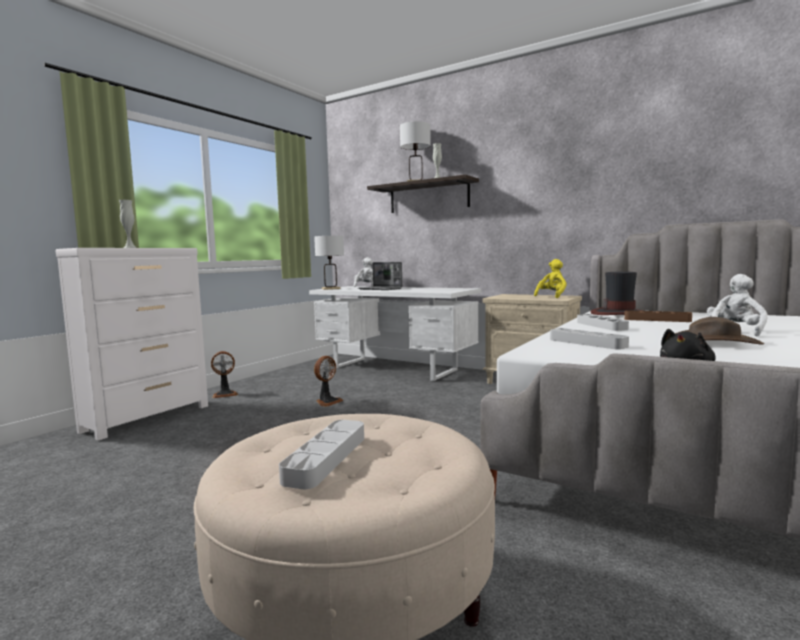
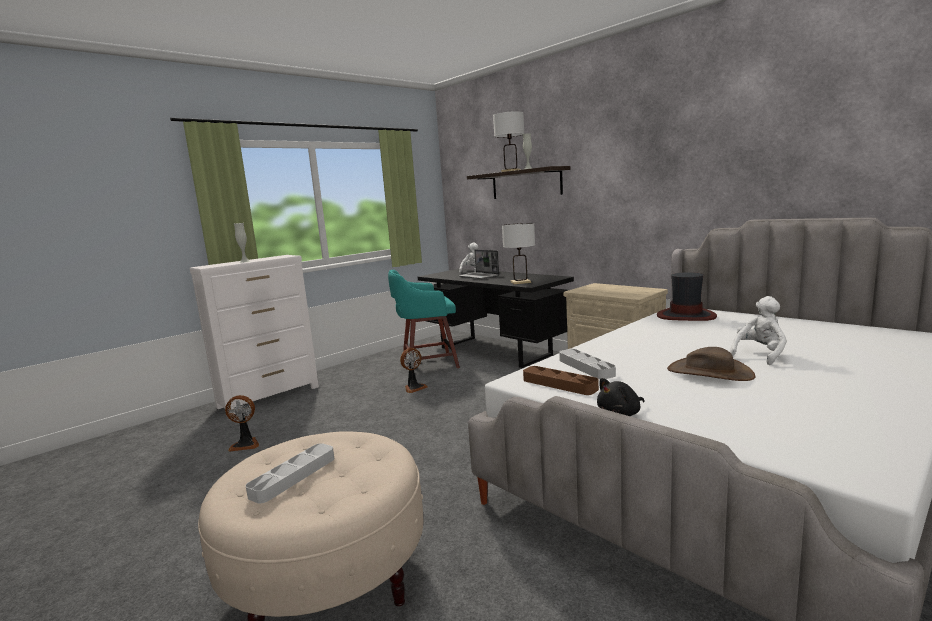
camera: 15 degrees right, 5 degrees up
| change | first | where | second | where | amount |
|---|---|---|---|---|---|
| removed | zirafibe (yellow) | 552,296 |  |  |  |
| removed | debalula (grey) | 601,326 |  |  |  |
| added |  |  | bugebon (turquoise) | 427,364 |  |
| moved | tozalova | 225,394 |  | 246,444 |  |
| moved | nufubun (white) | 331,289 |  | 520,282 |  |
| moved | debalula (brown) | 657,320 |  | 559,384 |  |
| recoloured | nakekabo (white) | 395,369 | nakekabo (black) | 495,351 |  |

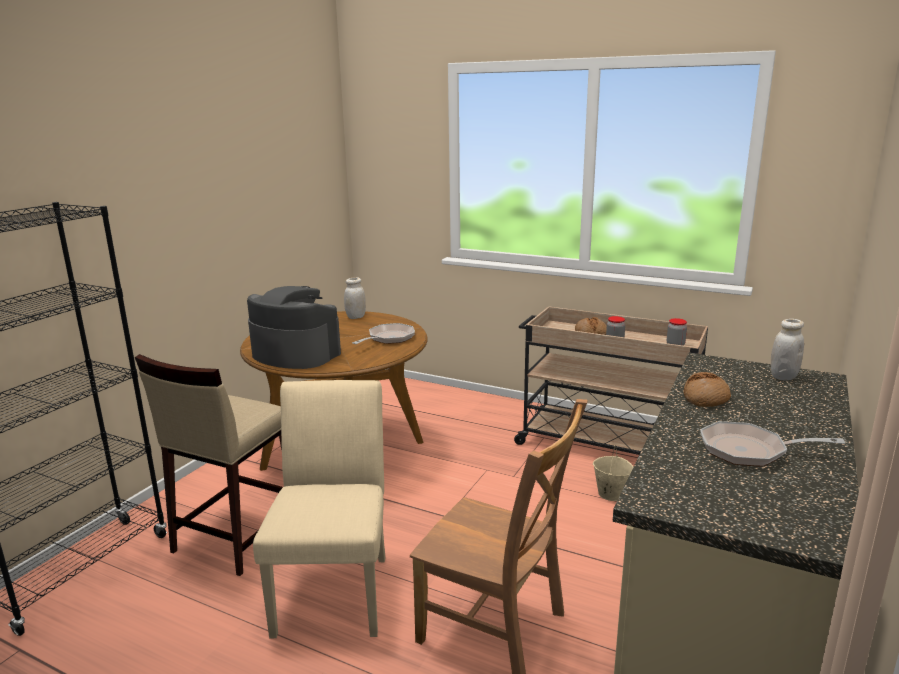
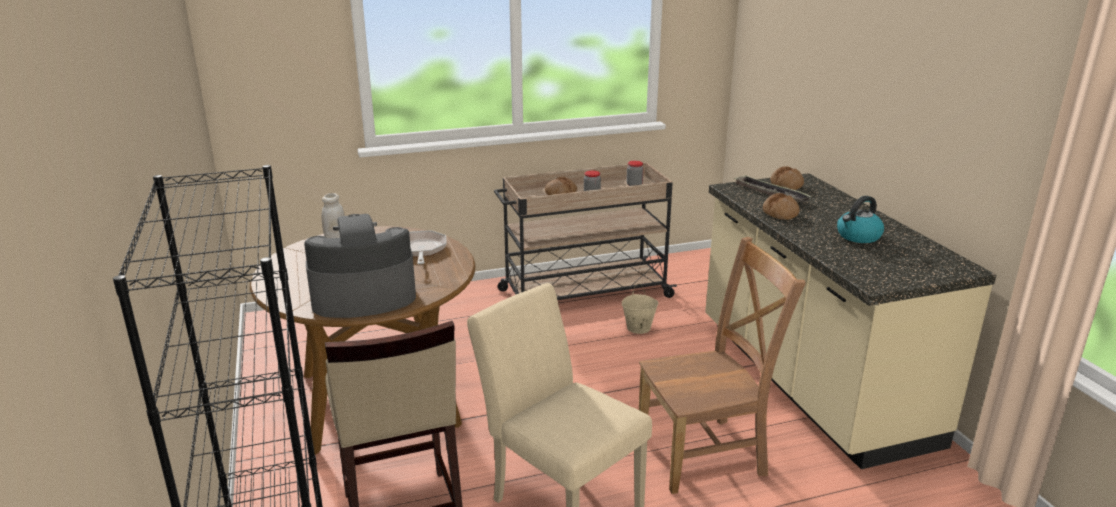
camera: 45 degrees left, 5 degrees up
| change | first | where | second | where | amount |
|---|---|---|---|---|---|
| added |  |  | debalula | 770,193 |  |
| replaced | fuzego | 750,451 | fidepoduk | 858,236 |  |
| replaced | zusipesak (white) | 783,377 | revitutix | 786,185 |  |

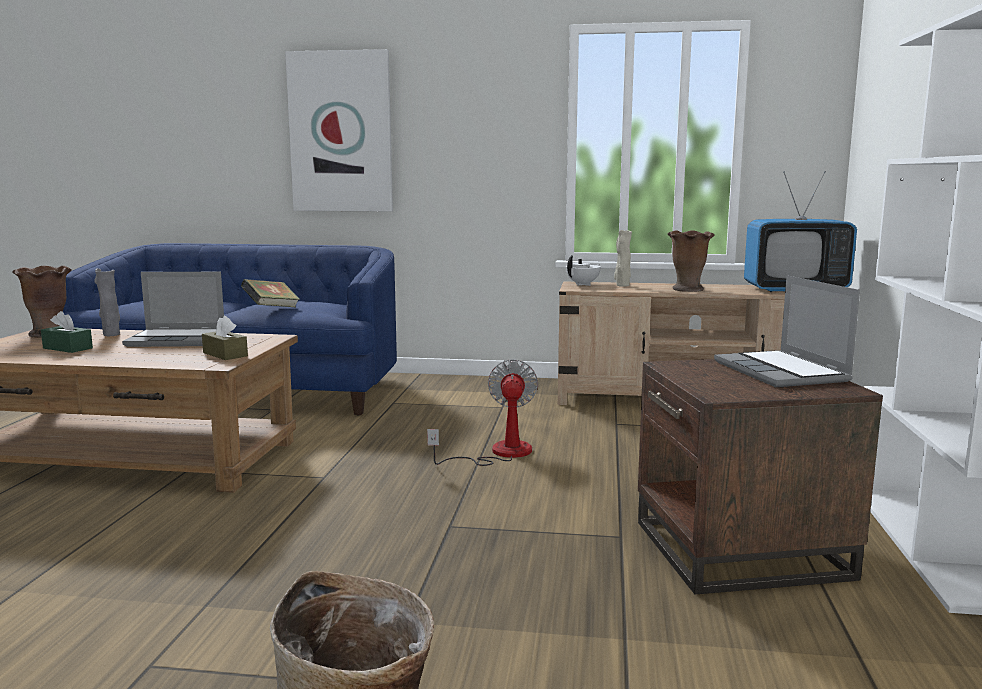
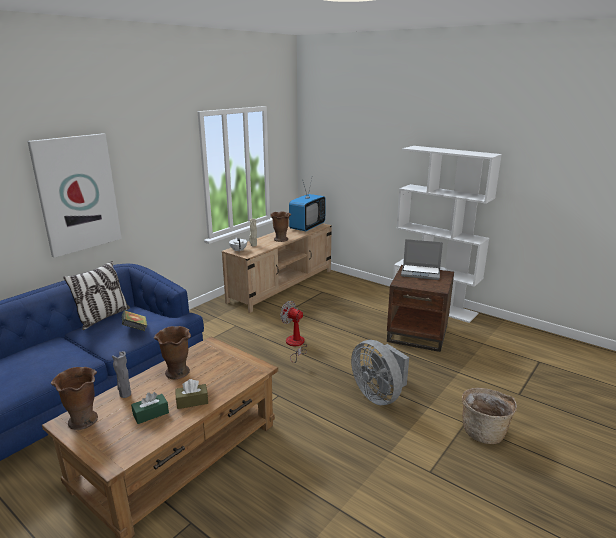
camera: 60 degrees left, 10 degrees up
| change | first | where | second | where | amount |
|---|---|---|---|---|---|
| added |  |  | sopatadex | 103,317 |  |
| added |  |  | tozalova (grey) | 378,395 |  |
| moved | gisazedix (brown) | 225,354 |  | 192,401 |  |
| replaced | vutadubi | 178,340 | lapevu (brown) | 177,372 |  |

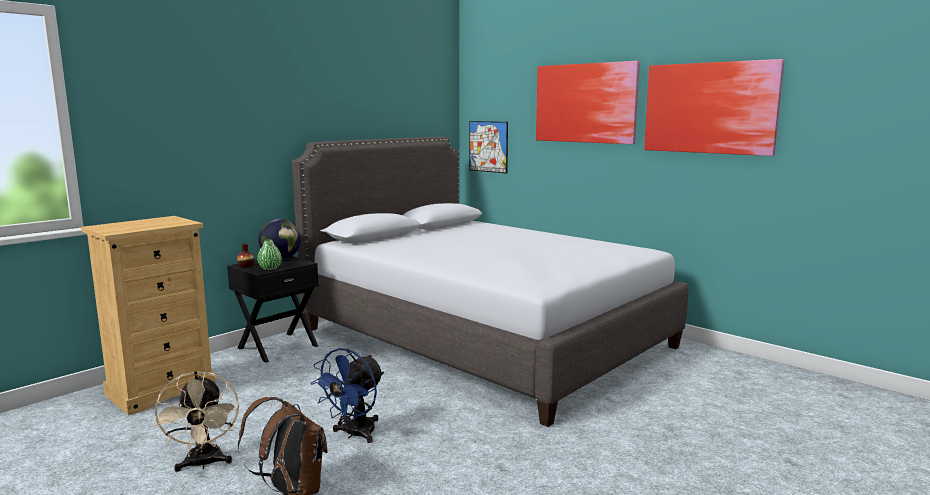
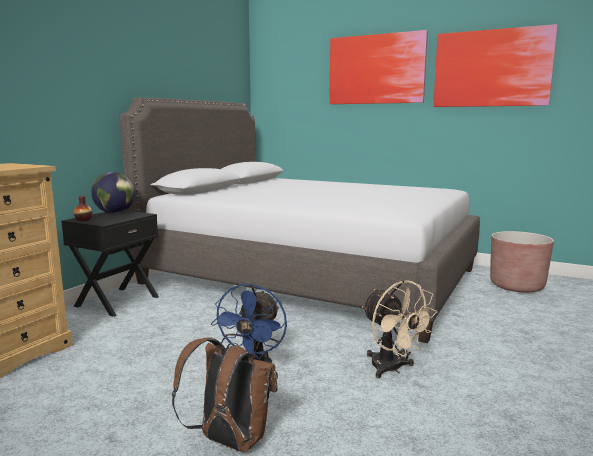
camera: 15 degrees left, 0 degrees up
| change | first | where | second | where | amount |
|---|---|---|---|---|---|
| removed | lapevu (green) | 270,268 |  |  |  |
| removed | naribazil | 488,146 |  |  |  |
| added |  |  | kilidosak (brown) | 517,286 |  |
| moved | tozalova (beige) | 204,464 |  | 392,369 |  |

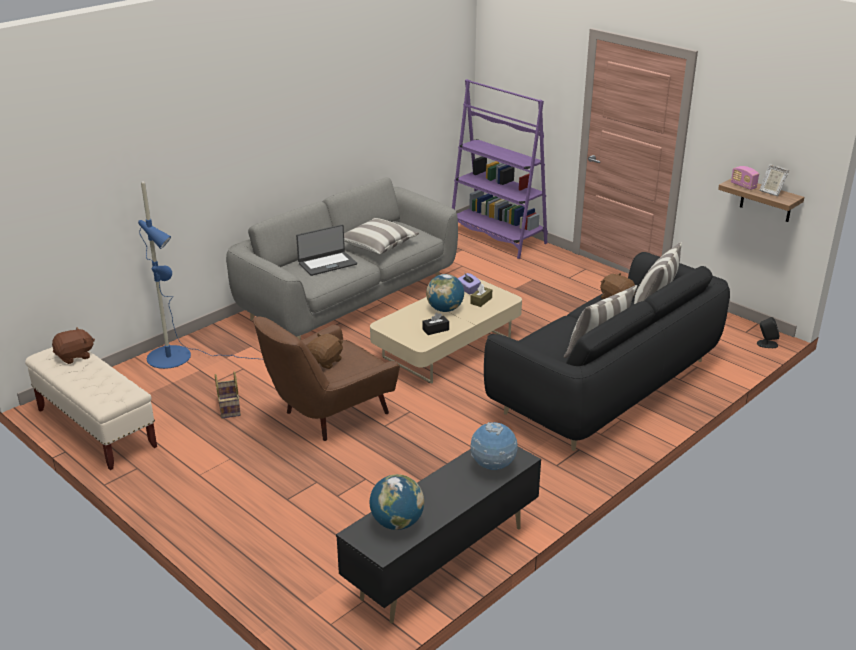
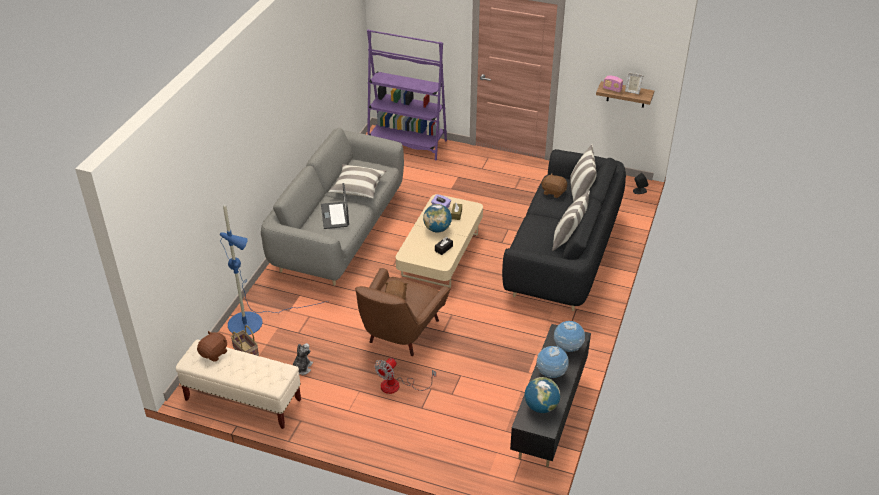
camera: 25 degrees left, 10 degrees up
| change | first | where | second | where | amount |
|---|---|---|---|---|---|
| added |  |  | zirafibe | 302,368 |  |
| added |  |  | tozalova | 397,386 |  |
| added |  |  | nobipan | 551,374 |  |
| moved | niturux | 228,407 |  | 245,351 |  |
| turned | vutadubi | 327,263 |  | 335,215 | 135 degrees clockwise |

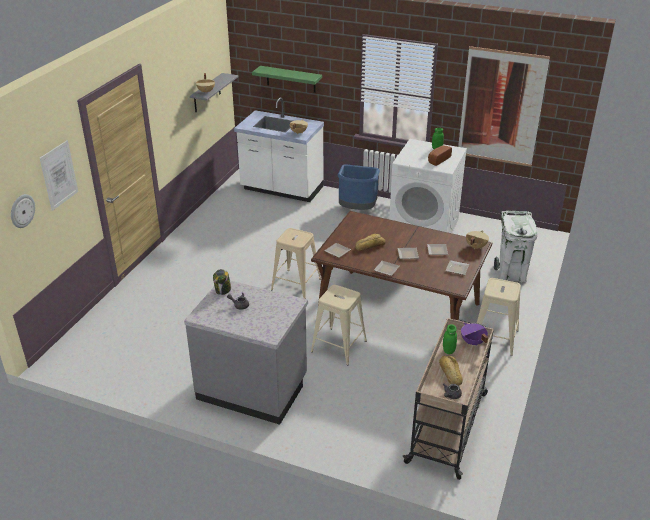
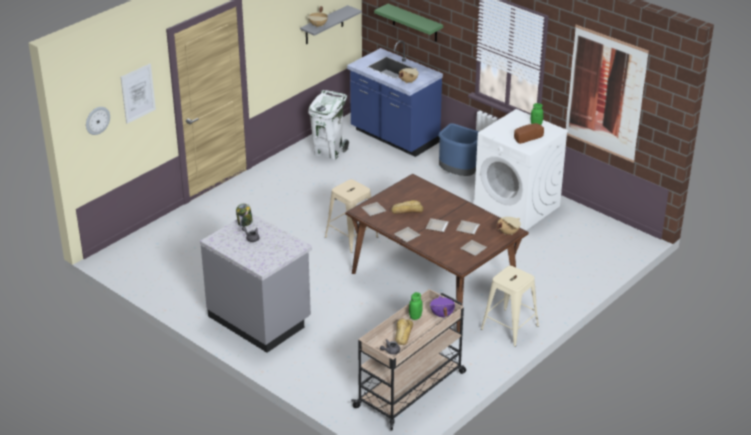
camera: 20 degrees right, 0 degrees up
| change | first | where | second | where | amount |
|---|---|---|---|---|---|
| removed | bugebon (beige) | 339,346 |  |  |  |
| moved | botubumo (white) | 511,274 |  | 329,151 |  |
| recoloured | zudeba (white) | 281,189 | zudeba (blue) | 394,137 |  |

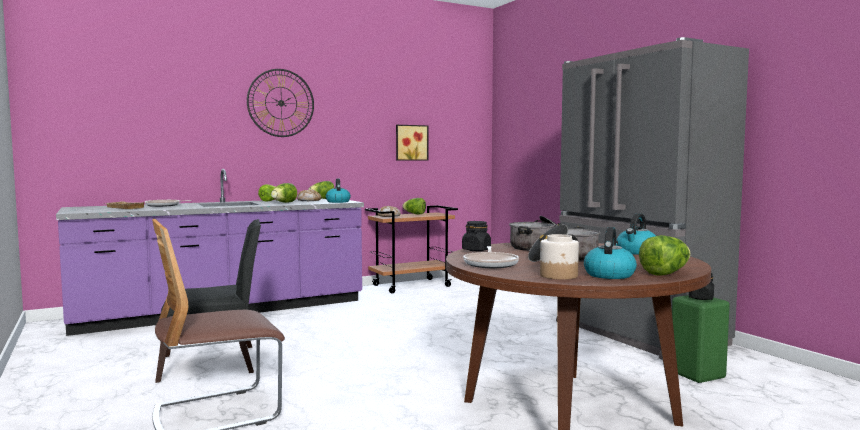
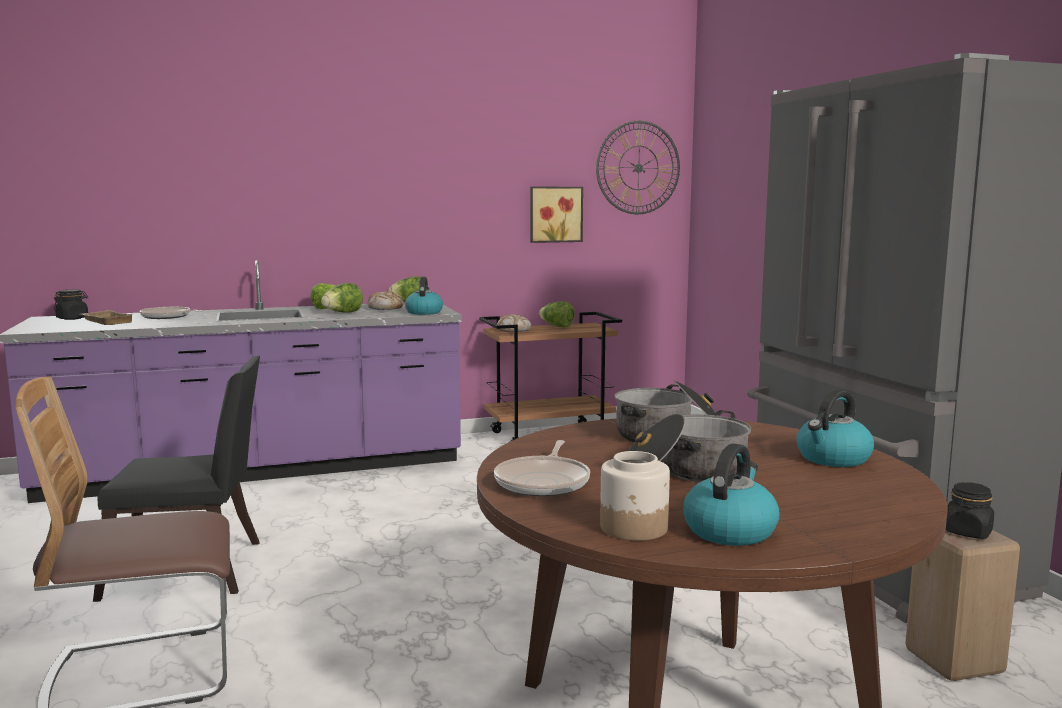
camera: 10 degrees right, 5 degrees up
| change | first | where | second | where | amount |
|---|---|---|---|---|---|
| removed | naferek | 665,273 |  |  |  |
| moved | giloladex | 281,103 |  | 638,168 |  |
| moved | zusipesak (black) | 476,250 |  | 72,318 |  |
| recoloured | bugebon (green) | 699,375 | bugebon (beige) | 957,662 |  |

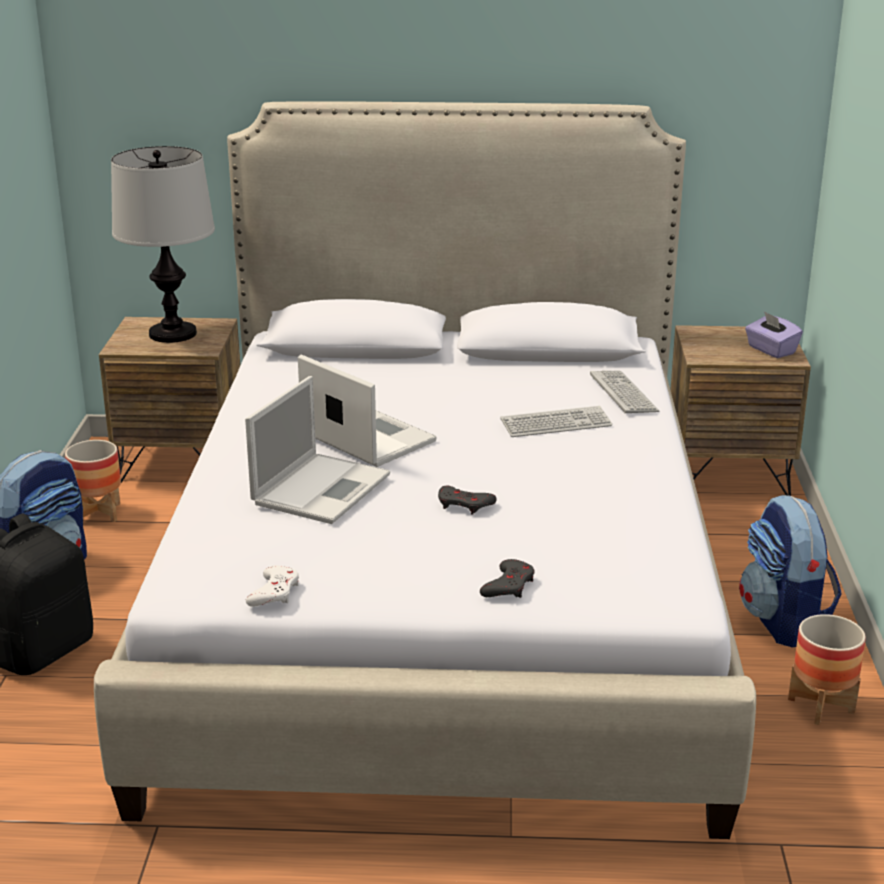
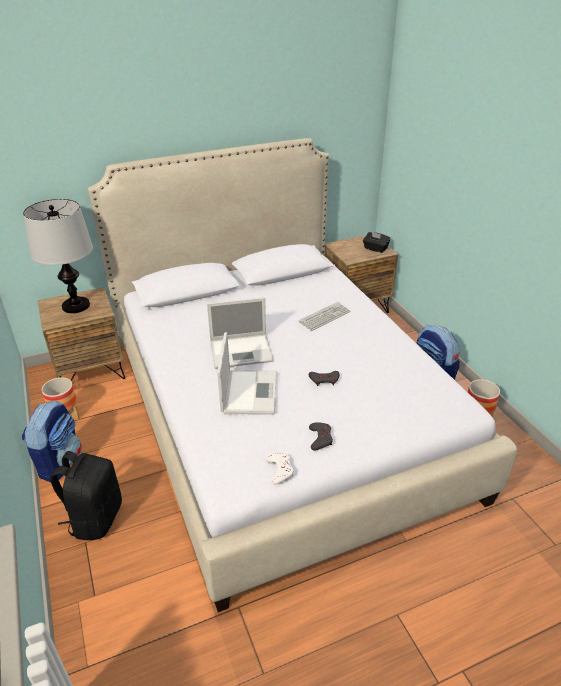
camera: 25 degrees left, 10 degrees up
| change | first | where | second | where | amount |
|---|---|---|---|---|---|
| removed | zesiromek | 623,393 |  |  |  |
| moved | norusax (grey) | 509,585 |  | 320,438 |  |
| recoloured | gisazedix (purple) | 771,350 | gisazedix (black) | 375,249 |  |
| turned | vutadubi | 366,437 |  | 242,351 | 150 degrees clockwise |

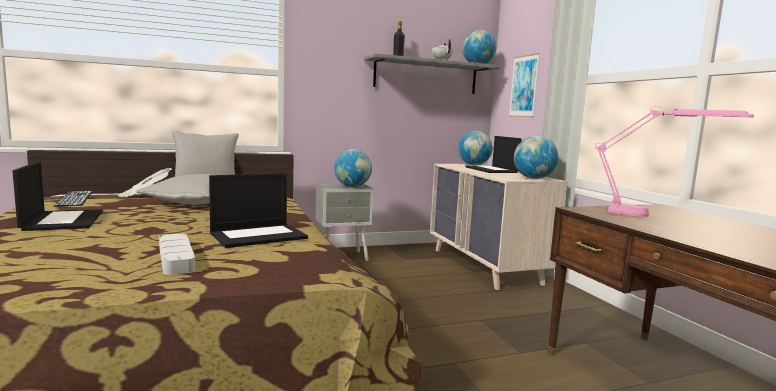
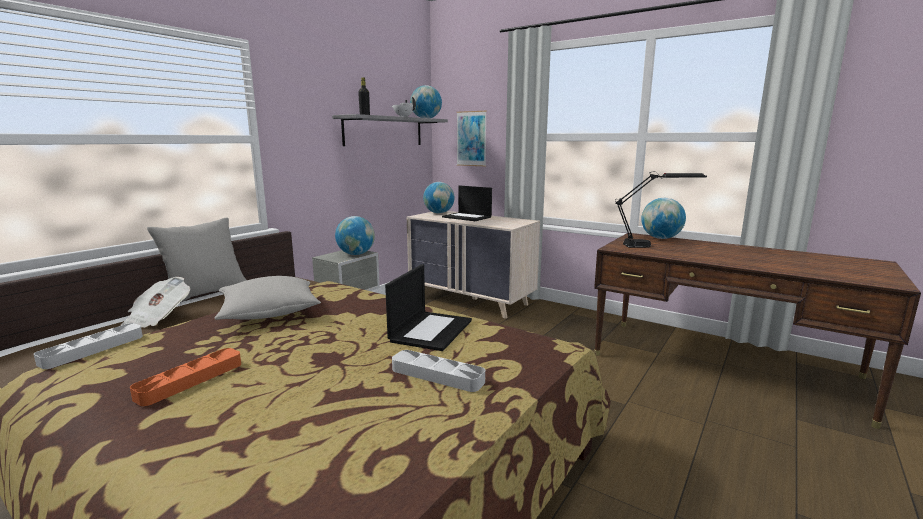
camera: 35 degrees left, 5 degrees up
| change | first | where | second | where | amount |
|---|---|---|---|---|---|
| moved | nobipan | 533,178 |  | 661,238 |  |
| replaced | vutadubi | 63,220 | debalula (orange) | 190,380 |  |
| replaced | zesiromek | 74,198 | debalula (grey) | 93,349 |  |
| recoloured | nufubun (pink) | 655,216 | nufubun (black) | 654,245 |  |

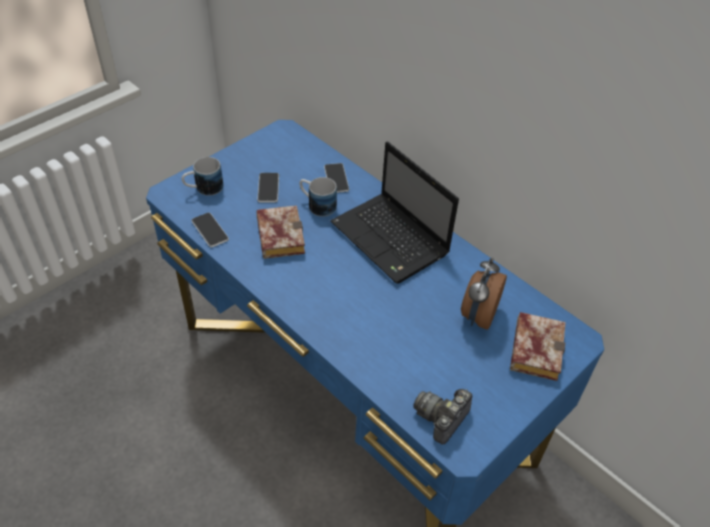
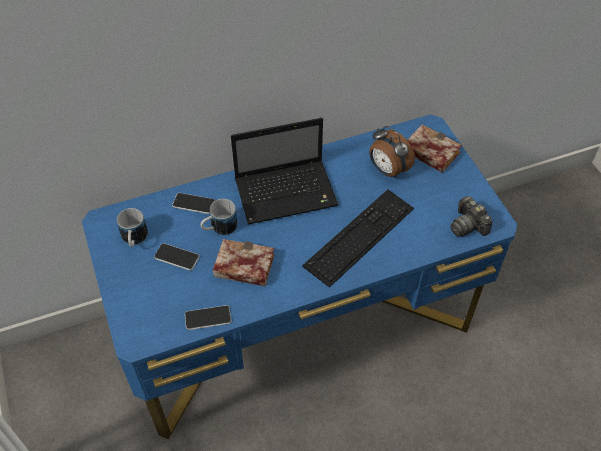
camera: 65 degrees left, 5 degrees up
| change | first | where | second | where | amount |
|---|---|---|---|---|---|
| added |  |  | zesiromek | 359,237 |  |
| moved | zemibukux | 203,189 |  | 134,240 |  |

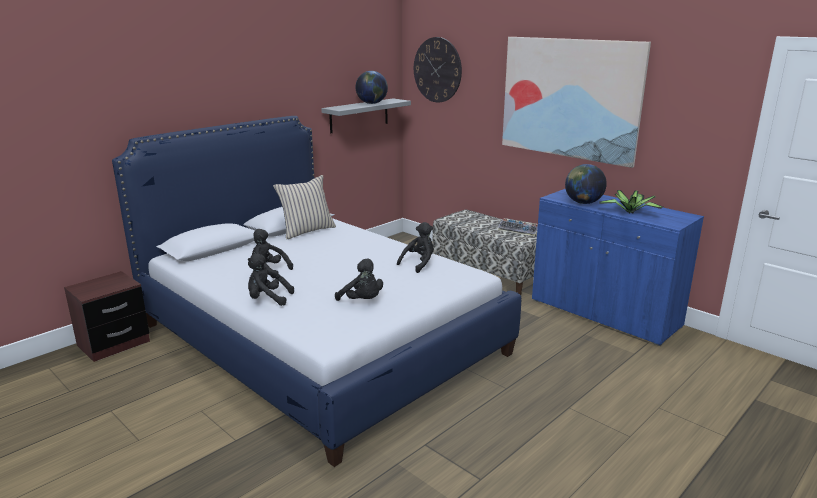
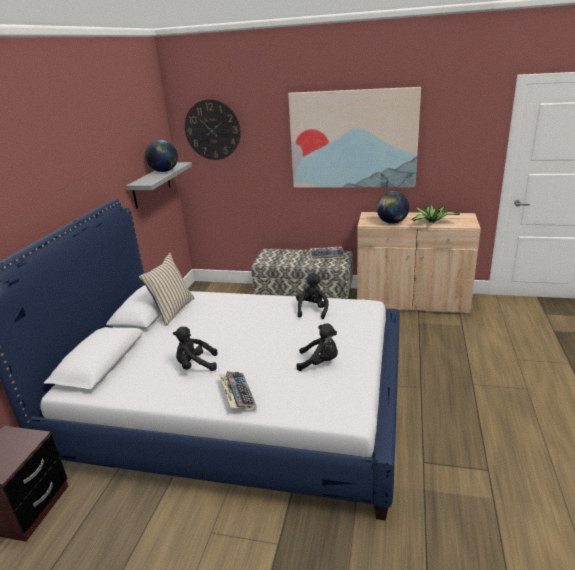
camera: 30 degrees left, 5 degrees up
| change | first | where | second | where | amount |
|---|---|---|---|---|---|
| replaced | zirafibe (black) | 267,299 | zesiromek | 237,395 |  |
| recoloured | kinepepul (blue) | 604,313 | kinepepul (beige) | 412,302 |  |

